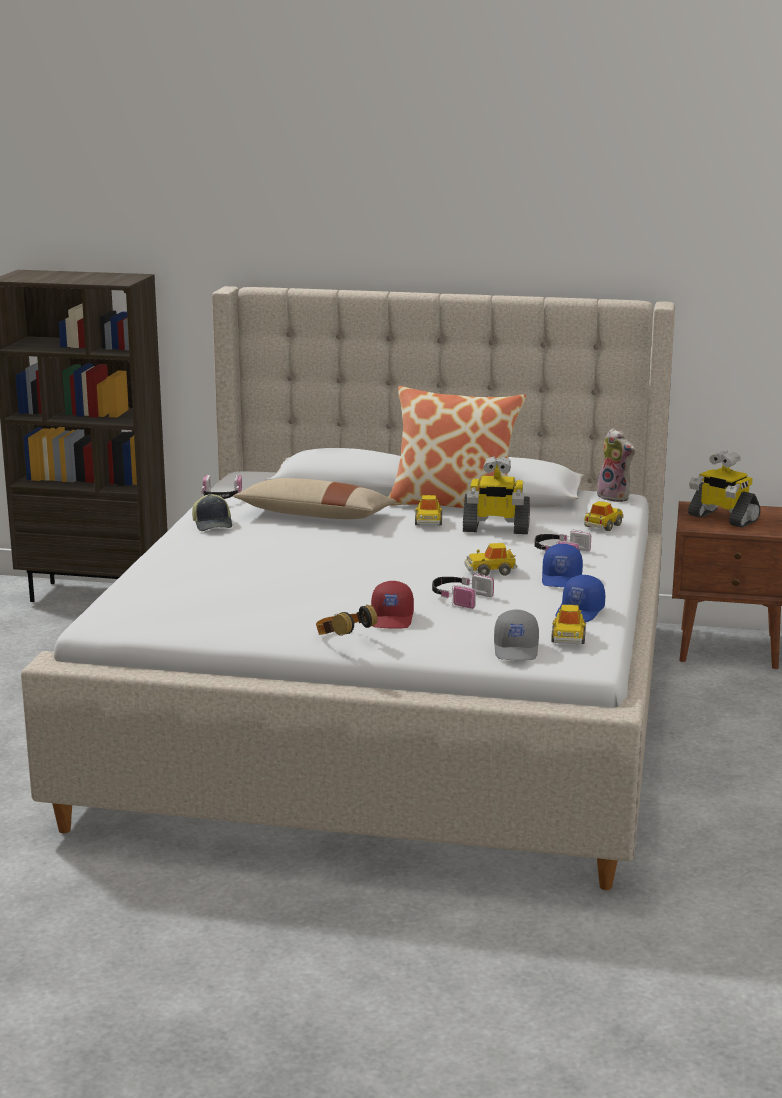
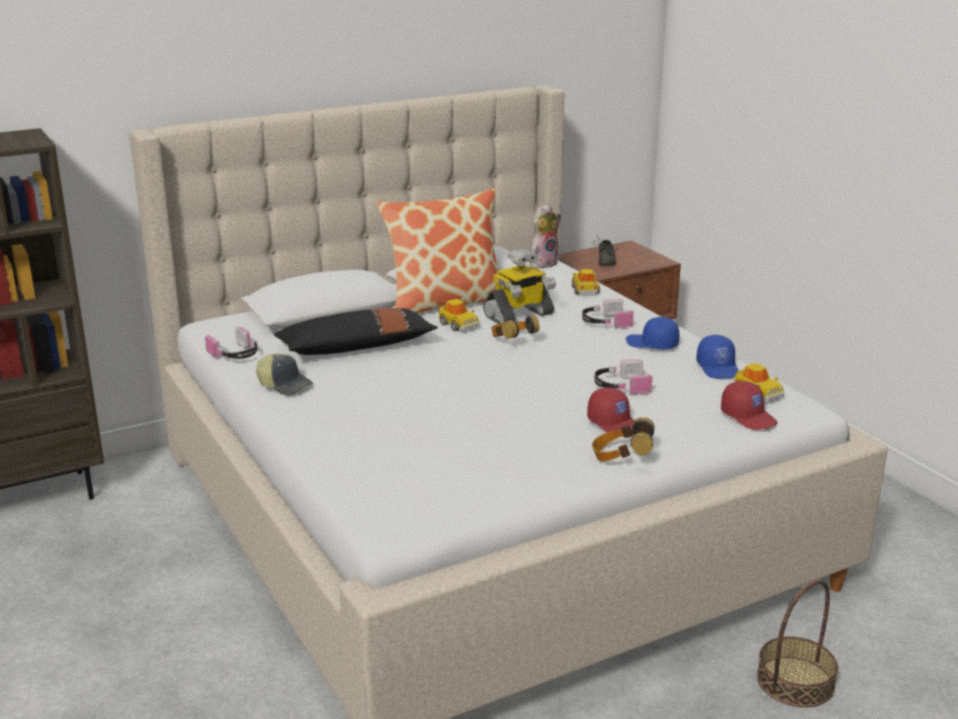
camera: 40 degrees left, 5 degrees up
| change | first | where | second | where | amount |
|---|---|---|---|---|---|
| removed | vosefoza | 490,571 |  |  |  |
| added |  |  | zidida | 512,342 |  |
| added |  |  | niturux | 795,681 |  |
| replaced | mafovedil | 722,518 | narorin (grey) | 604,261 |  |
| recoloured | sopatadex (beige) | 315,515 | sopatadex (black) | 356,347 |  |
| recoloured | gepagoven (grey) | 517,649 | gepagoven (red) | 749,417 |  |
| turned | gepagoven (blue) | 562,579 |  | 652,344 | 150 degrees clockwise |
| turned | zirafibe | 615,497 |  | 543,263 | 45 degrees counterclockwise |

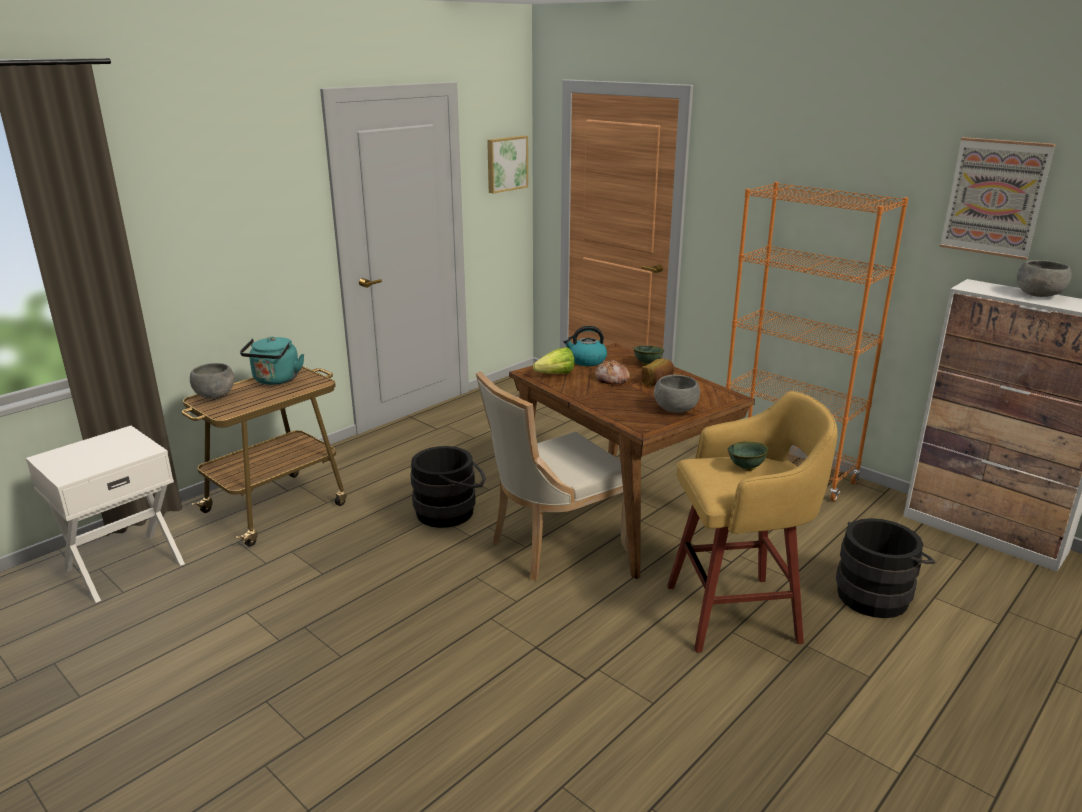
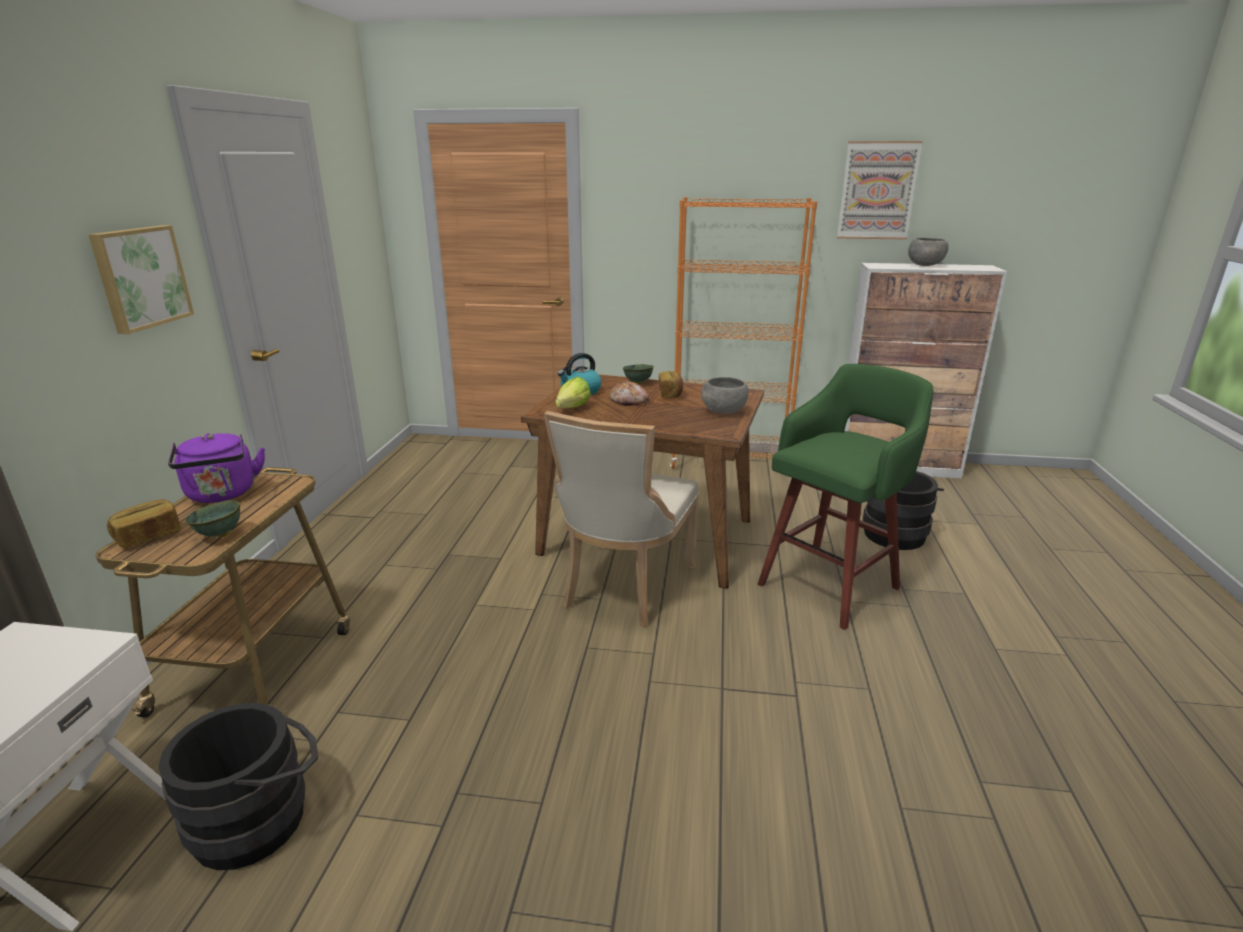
camera: 35 degrees left, 0 degrees up
| change | first | where | second | where | amount |
|---|---|---|---|---|---|
| moved | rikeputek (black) | 451,511 |  | 260,815 |  |
| moved | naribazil | 506,163 |  | 140,277 |  |
| moved | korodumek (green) | 746,468 |  | 219,535 |  |
| replaced | korodumek (grey) | 215,395 | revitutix | 148,536 |  |
| recoloured | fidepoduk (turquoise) | 275,380 | fidepoduk (purple) | 222,495 |  |
| recoloured | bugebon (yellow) | 737,613 | bugebon (green) | 831,584 |  |

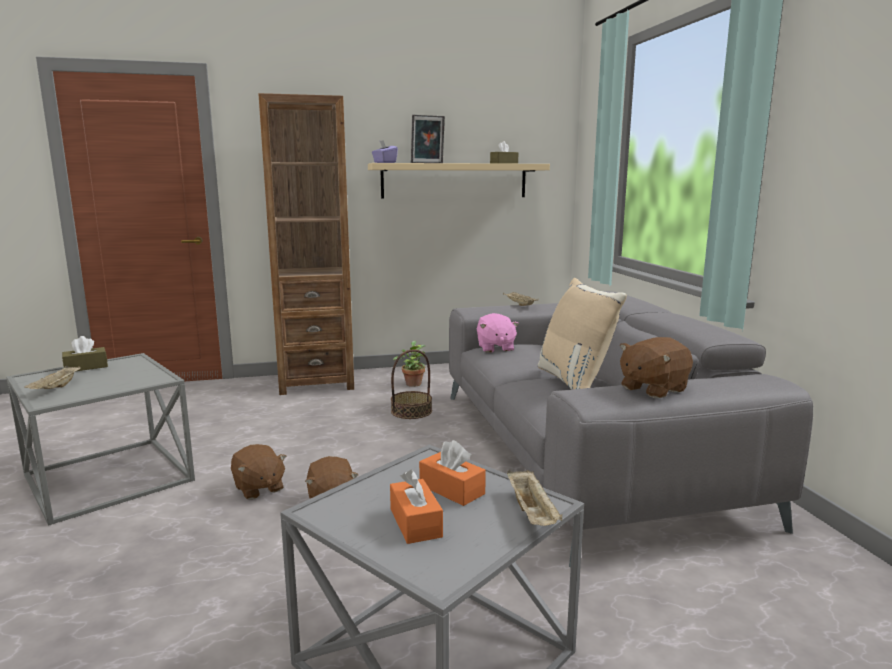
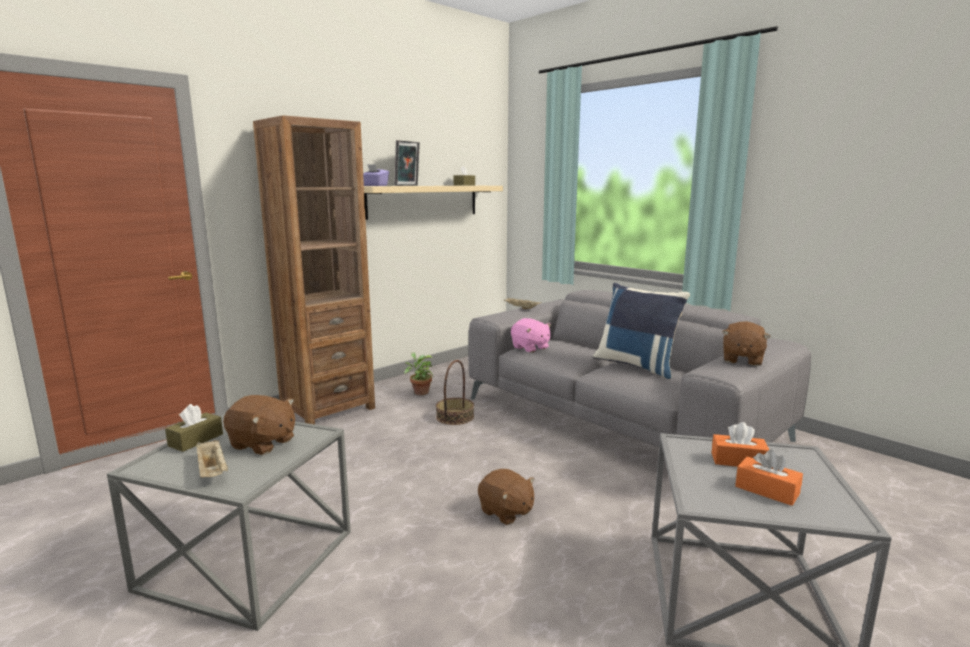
camera: 30 degrees left, 0 degrees up
| change | first | where | second | where | amount |
|---|---|---|---|---|---|
| removed | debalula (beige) | 532,513 |  |  |  |
| moved | zirafibe (brown) | 258,488 |  | 262,444 |  |
| recoloured | sopatadex (beige) | 576,383 | sopatadex (blue) | 637,365 |  |

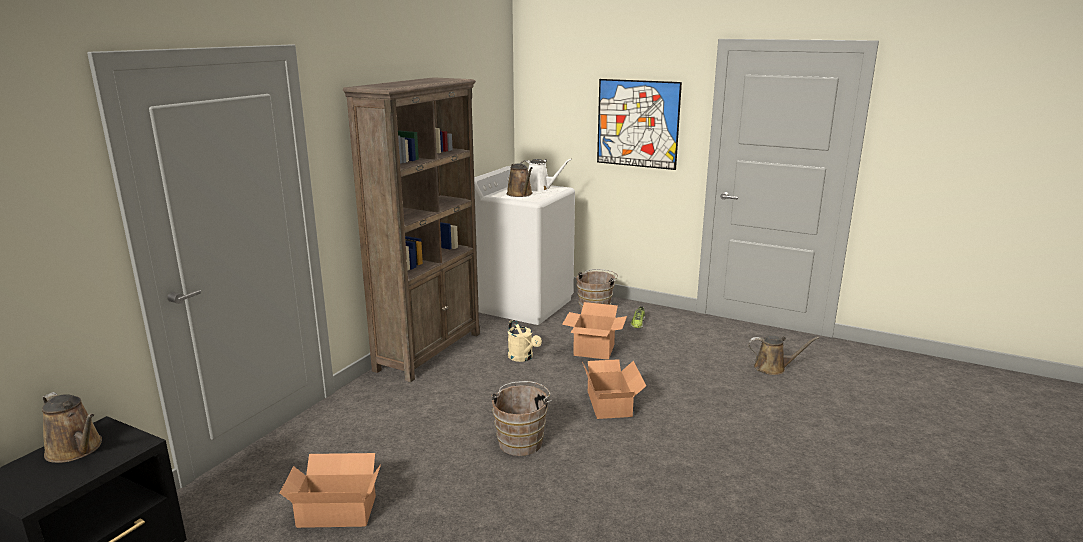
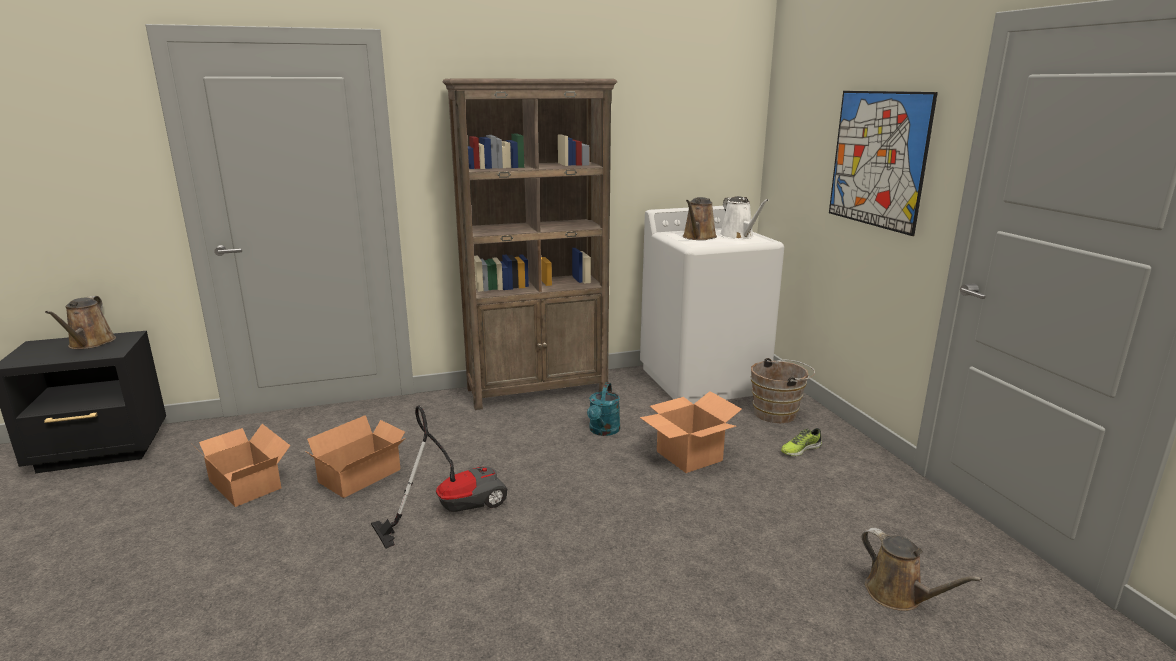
camera: 45 degrees right, 0 degrees up
| change | first | where | second | where | amount |
|---|---|---|---|---|---|
| moved | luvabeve | 611,403 |  | 363,476 |  |
| replaced | rikeputek (brown) | 521,441 | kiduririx | 451,507 |  |
| recoloured | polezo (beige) | 523,358 | polezo (turquoise) | 603,431 |  |

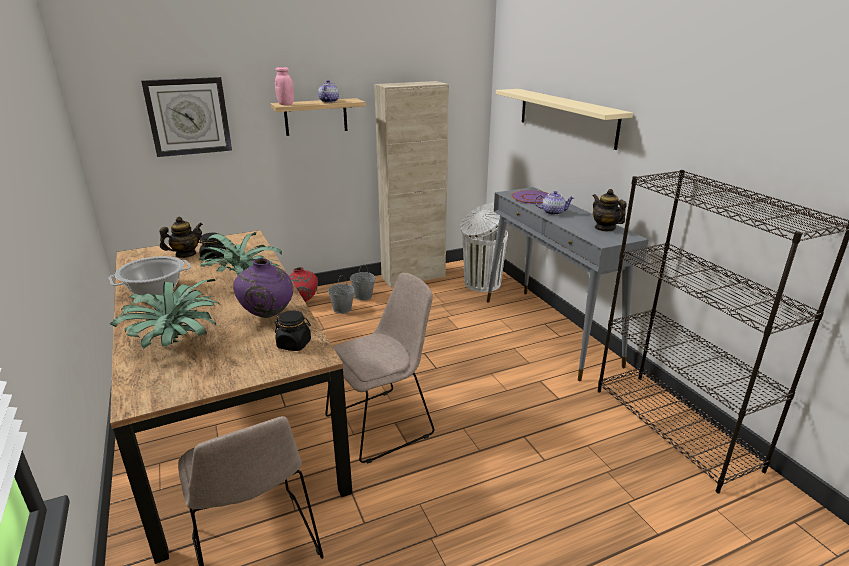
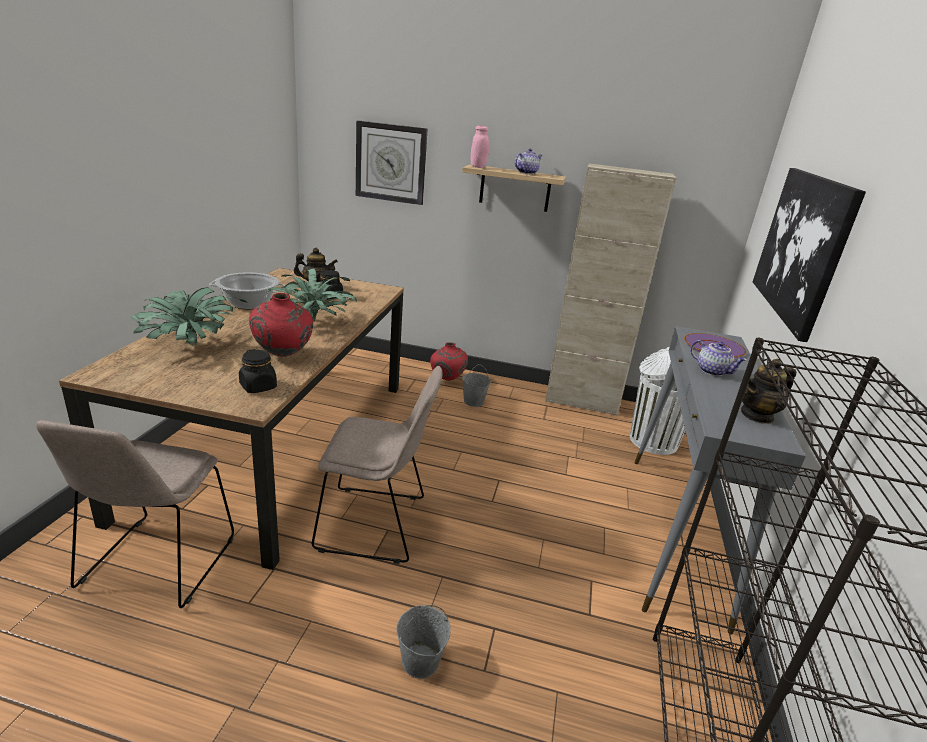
camera: 35 degrees right, 0 degrees up
| change | first | where | second | where | amount |
|---|---|---|---|---|---|
| moved | rikeputek (grey) | 363,296 |  | 420,662 |  |
| replaced | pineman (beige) | 566,116 | naribazil | 802,246 |  |
| recoloured | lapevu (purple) | 268,315 | lapevu (red) | 283,355 |  |
| turned | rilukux | 605,228 |  | 757,415 | 120 degrees counterclockwise |

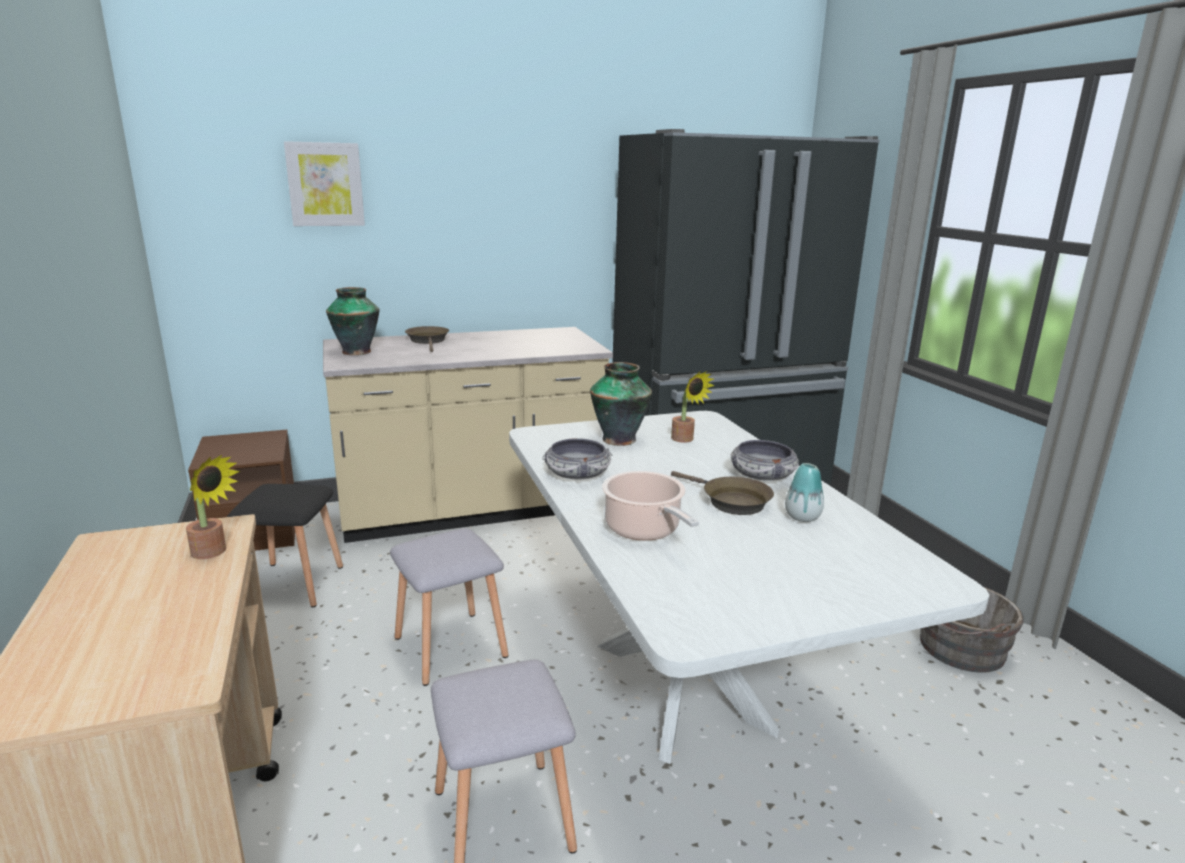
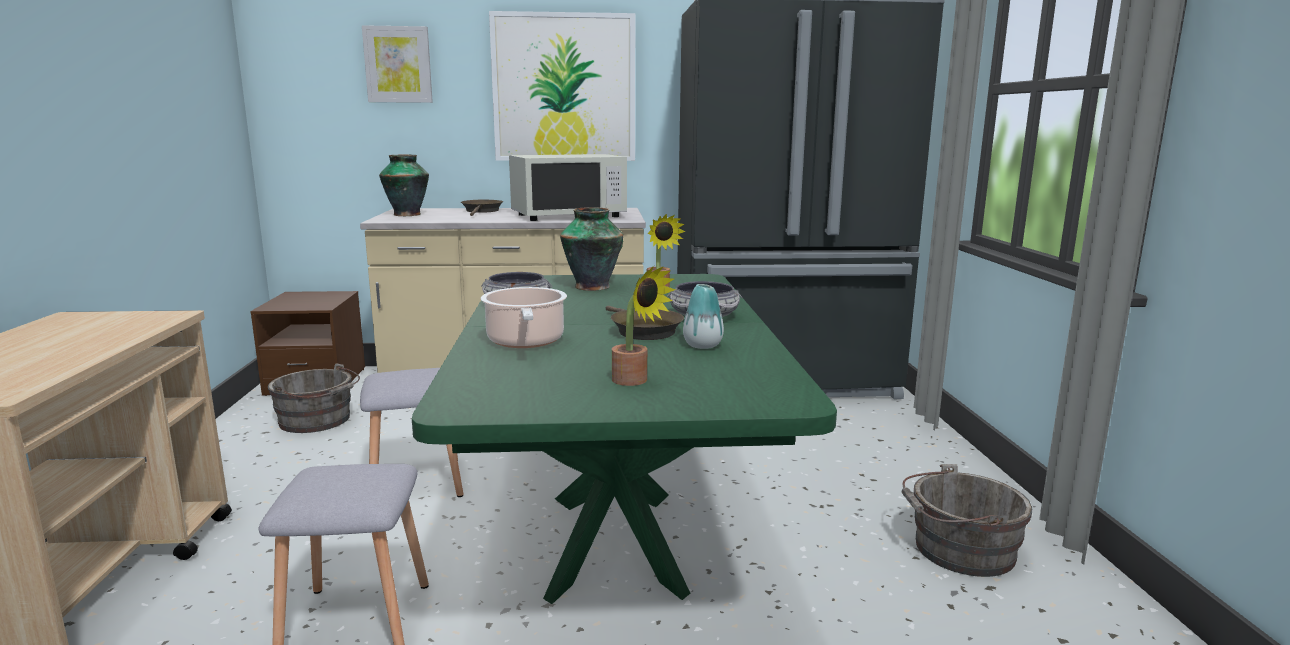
camera: 15 degrees right, 5 degrees down
| change | first | where | second | where | amount |
|---|---|---|---|---|---|
| added |  |  | naribazil | 564,88 |  |
| added |  |  | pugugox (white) | 568,215 |  |
| moved | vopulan | 213,553 |  | 635,381 |  |
| replaced | bugebon (black) | 292,583 | rikeputek (grey) | 318,421 |  |
| recoloured | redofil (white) | 681,683 | redofil (green) | 616,540 |  |

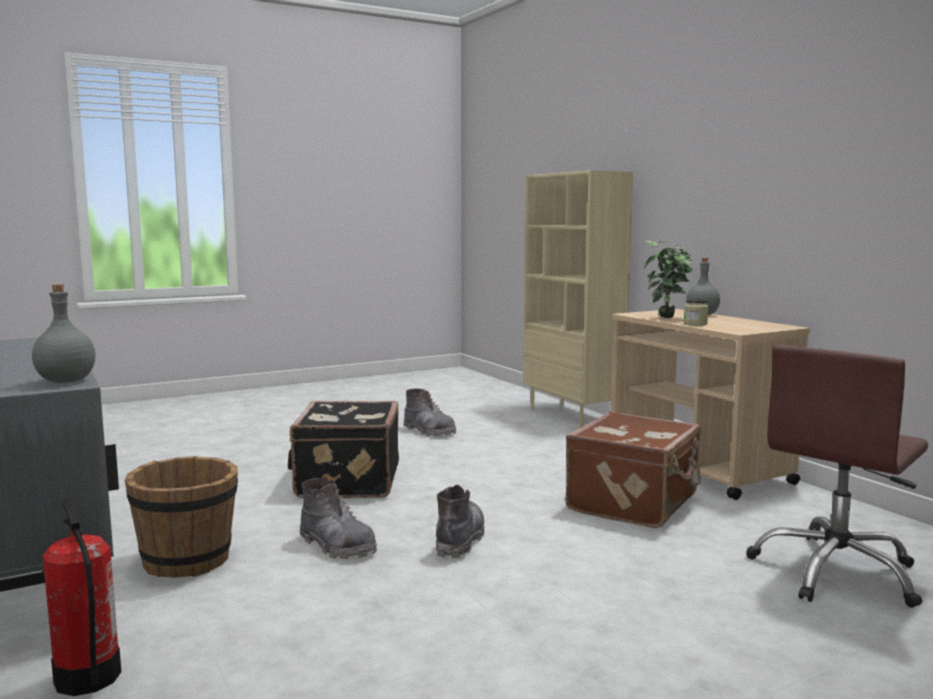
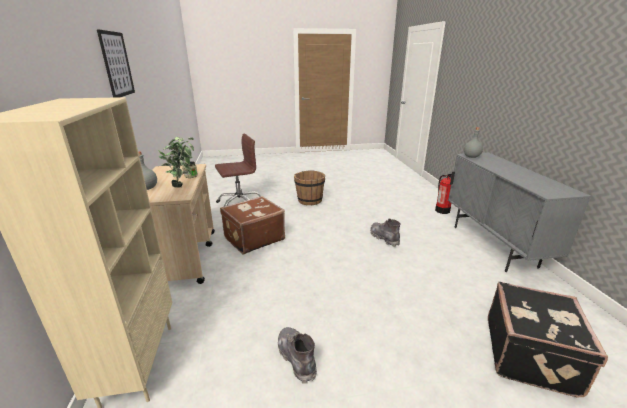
camera: 160 degrees left, 15 degrees up
| change | first | where | second | where | amount |
|---|---|---|---|---|---|
| removed | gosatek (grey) | 459,540 |  |  |  |
| added |  |  | naribazil | 117,64 |  |
| moved | rikeputek (brown) | 188,561 |  | 309,200 |  |
| moved | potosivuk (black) | 346,482 |  | 531,355 |  |

